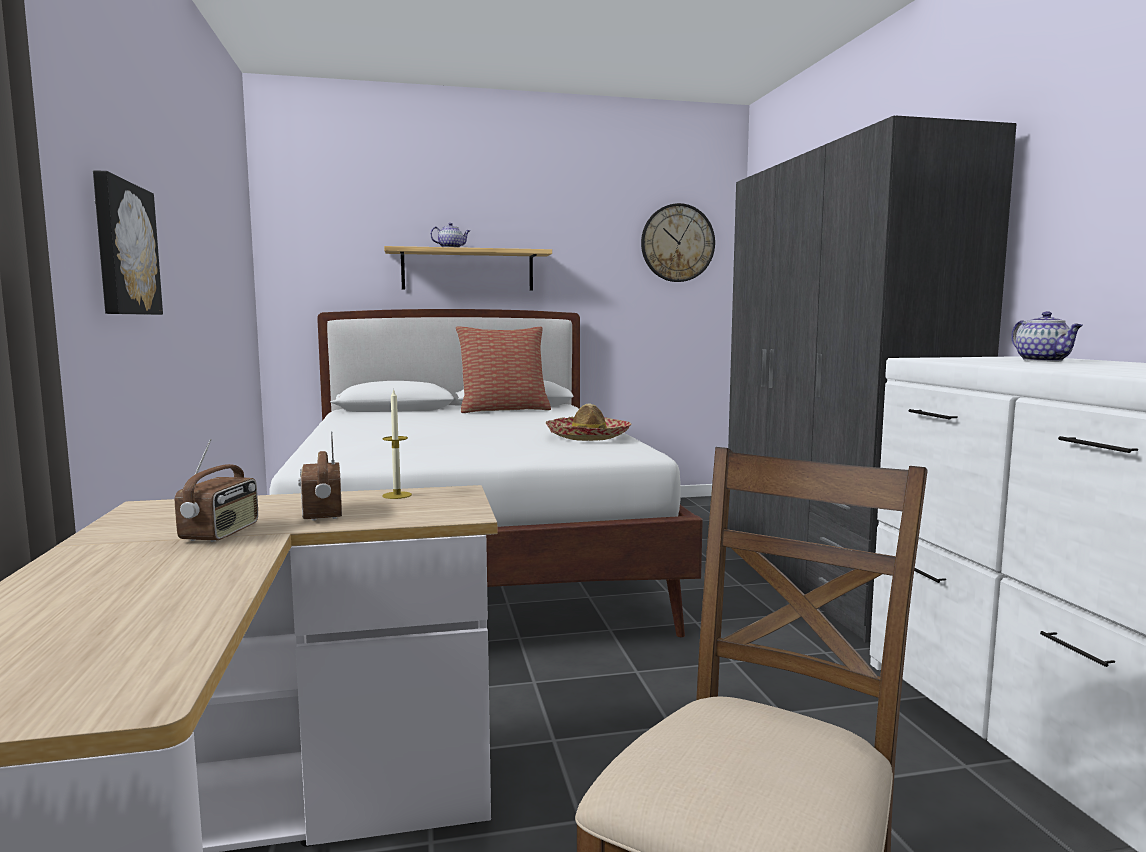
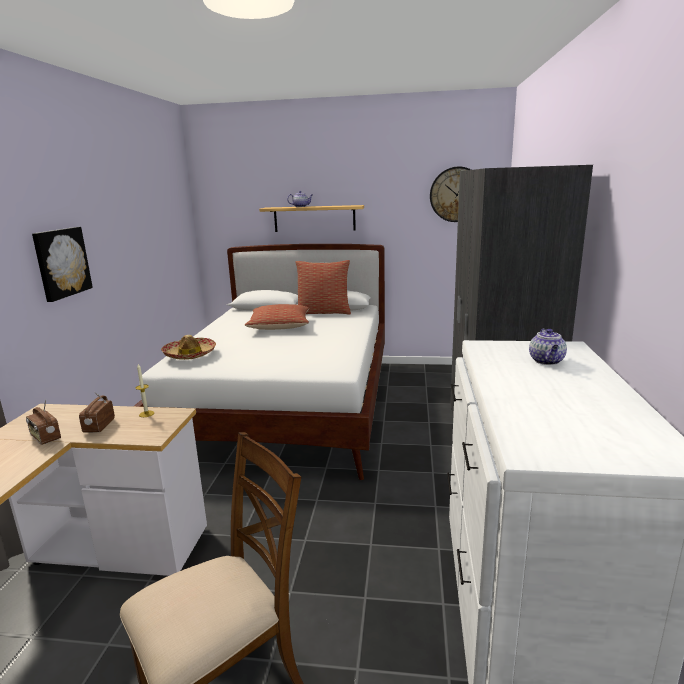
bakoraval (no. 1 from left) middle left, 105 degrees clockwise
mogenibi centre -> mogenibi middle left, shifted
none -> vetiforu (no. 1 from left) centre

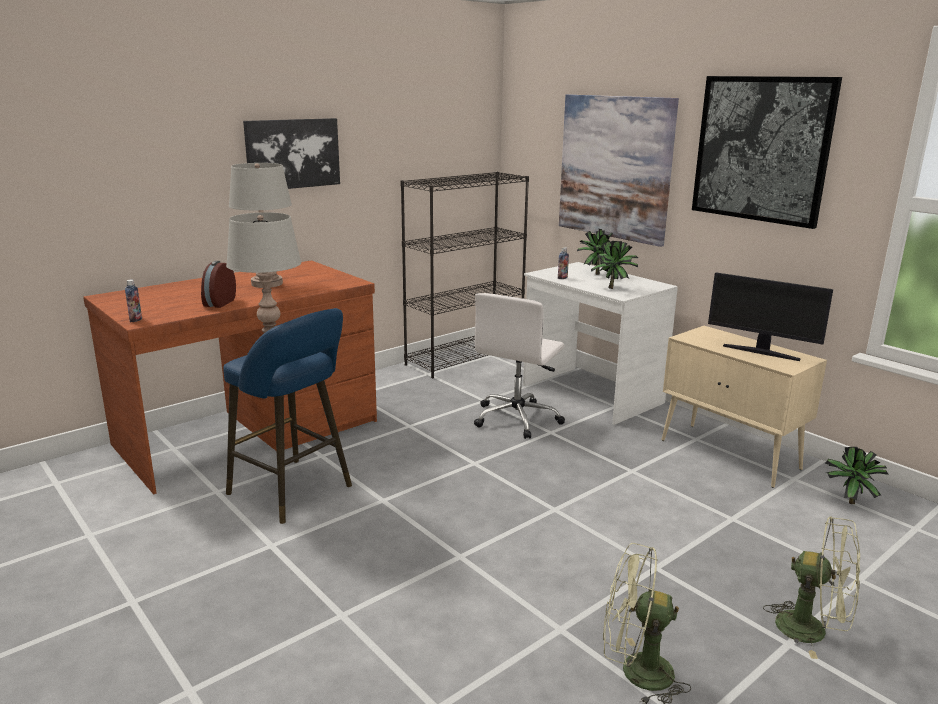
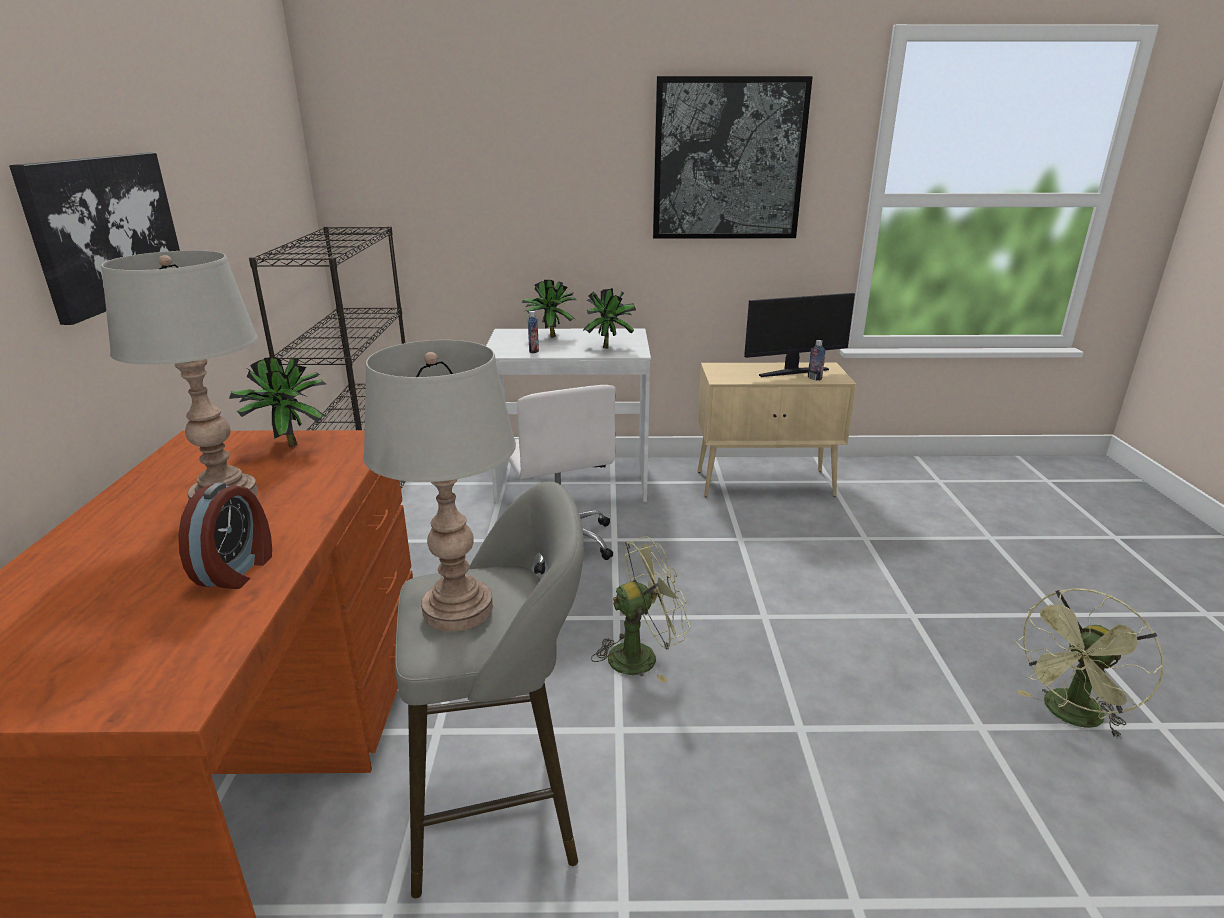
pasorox middle left, 135 degrees counterclockwise
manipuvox (no. 3 from left in the first image) bottom right -> manipuvox (no. 1 from left) middle left, shifted
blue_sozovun middle left -> grey_sozovun bottom centre
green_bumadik (no. 2 from left in the first image) bottom right -> green_bumadik (no. 1 from left) centre, shifted
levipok (no. 1 from left in the first image) middle left -> levipok (no. 2 from left) middle right, shifted
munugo (no. 2 from left) top centre -> none

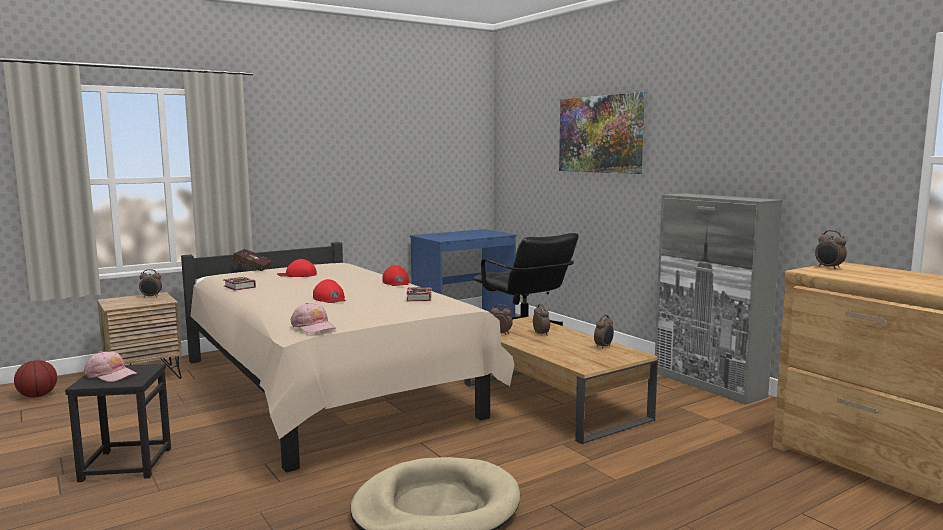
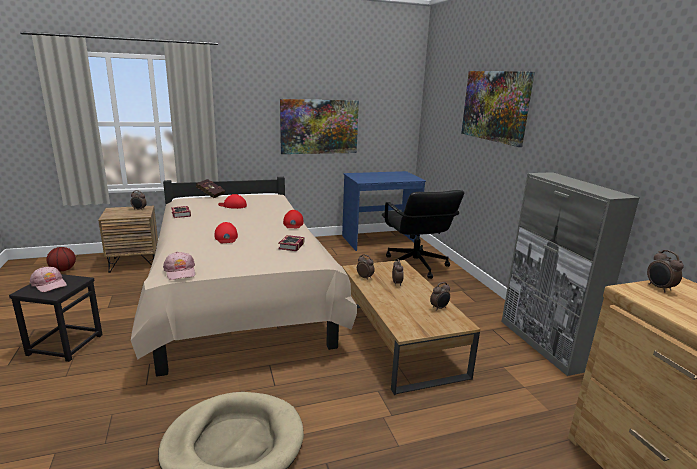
none -> munugo (no. 1 from left) top centre

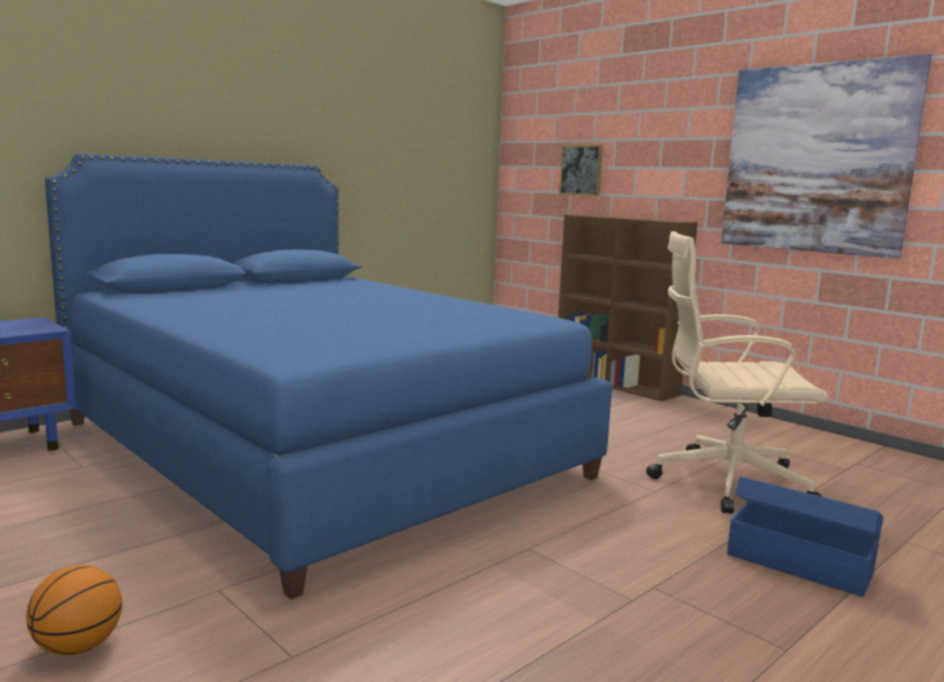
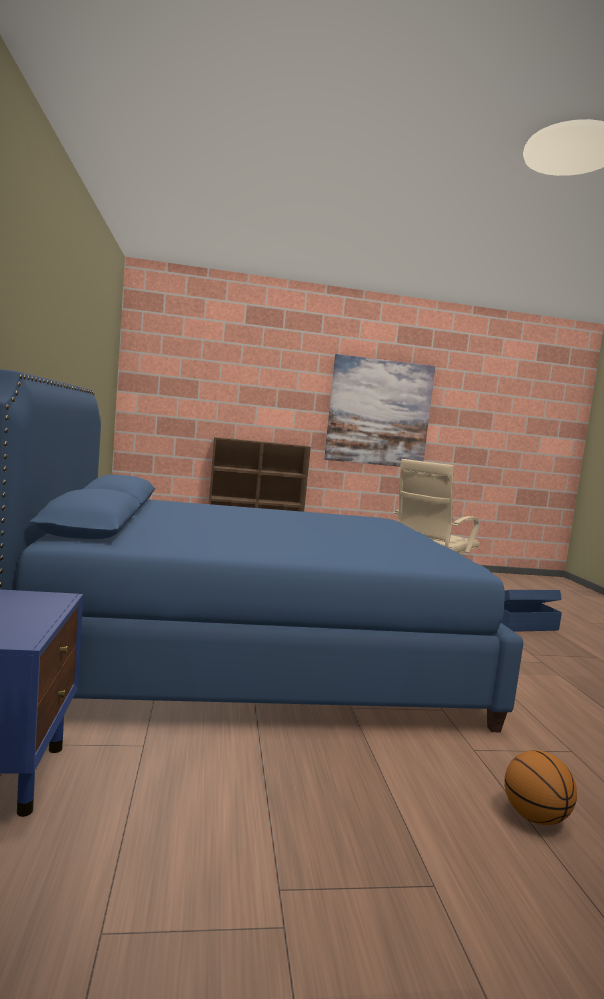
munugo (no. 1 from left) top centre -> none

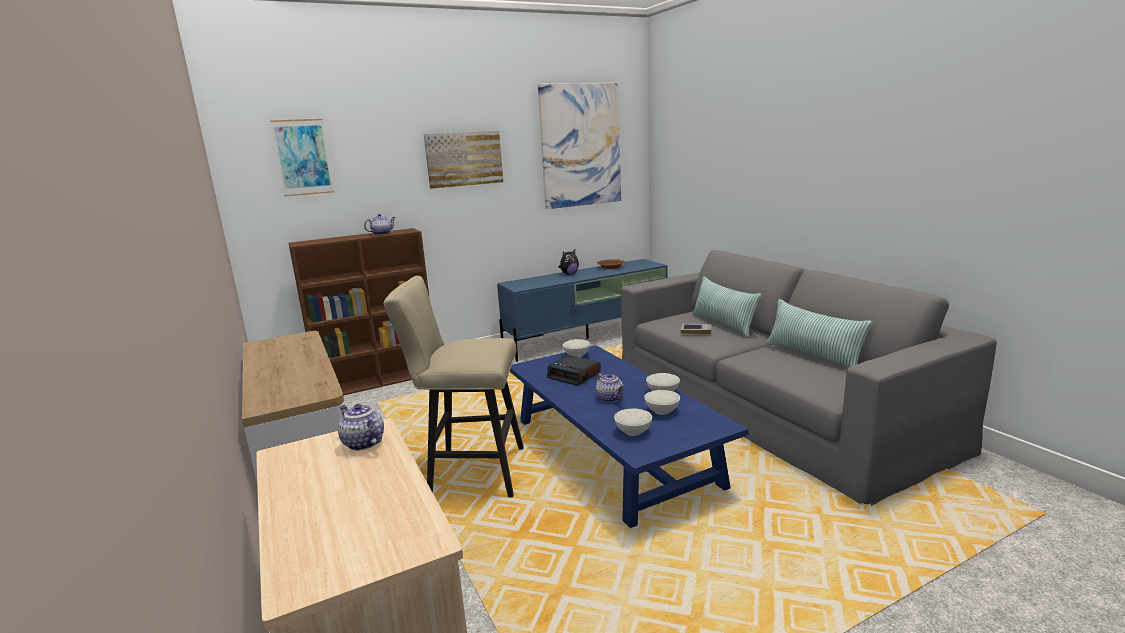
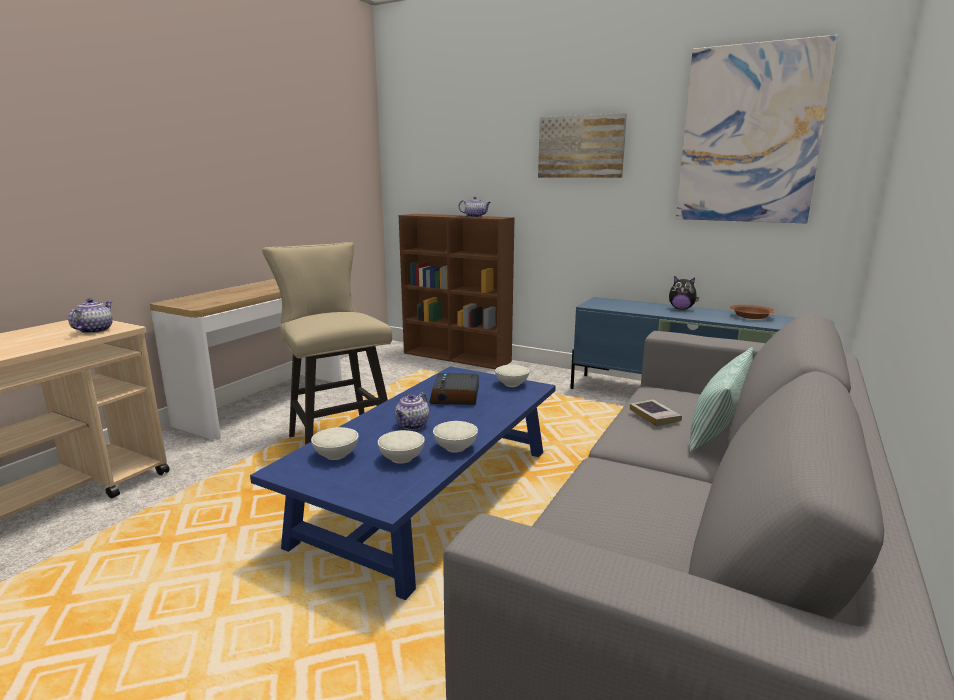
munugo (no. 1 from left) top left -> none
vetiforu (no. 2 from left) middle right -> none

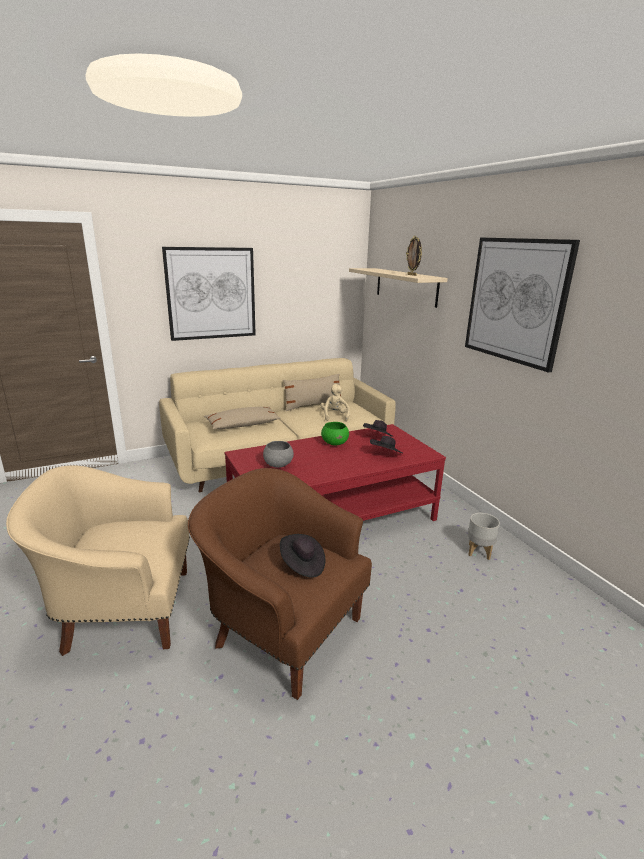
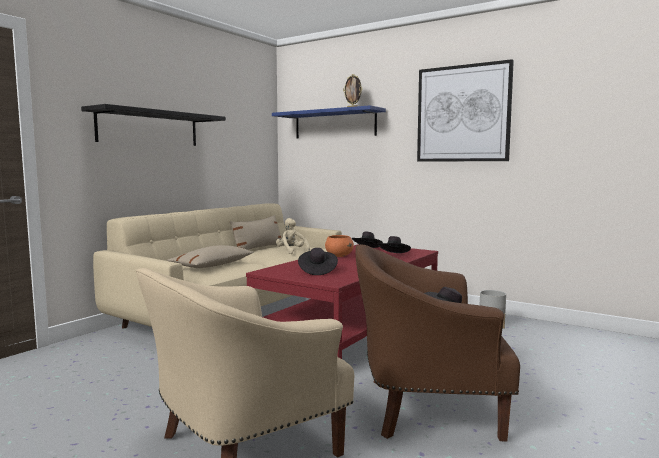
munugo (no. 1 from left) middle left -> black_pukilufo top left
beige_pukilufo centre -> blue_pukilufo top centre
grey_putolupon centre -> black_mogenibi (no. 1 from left) centre
green_putolupon centre -> orange_putolupon centre

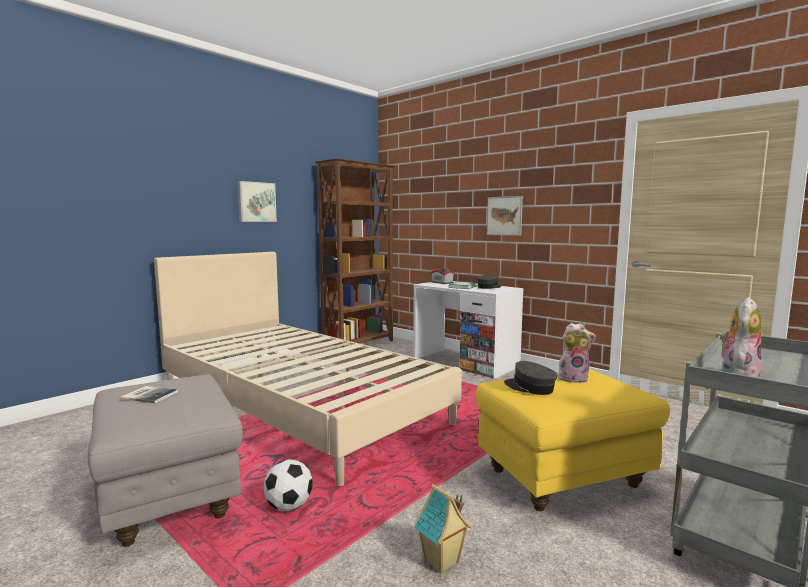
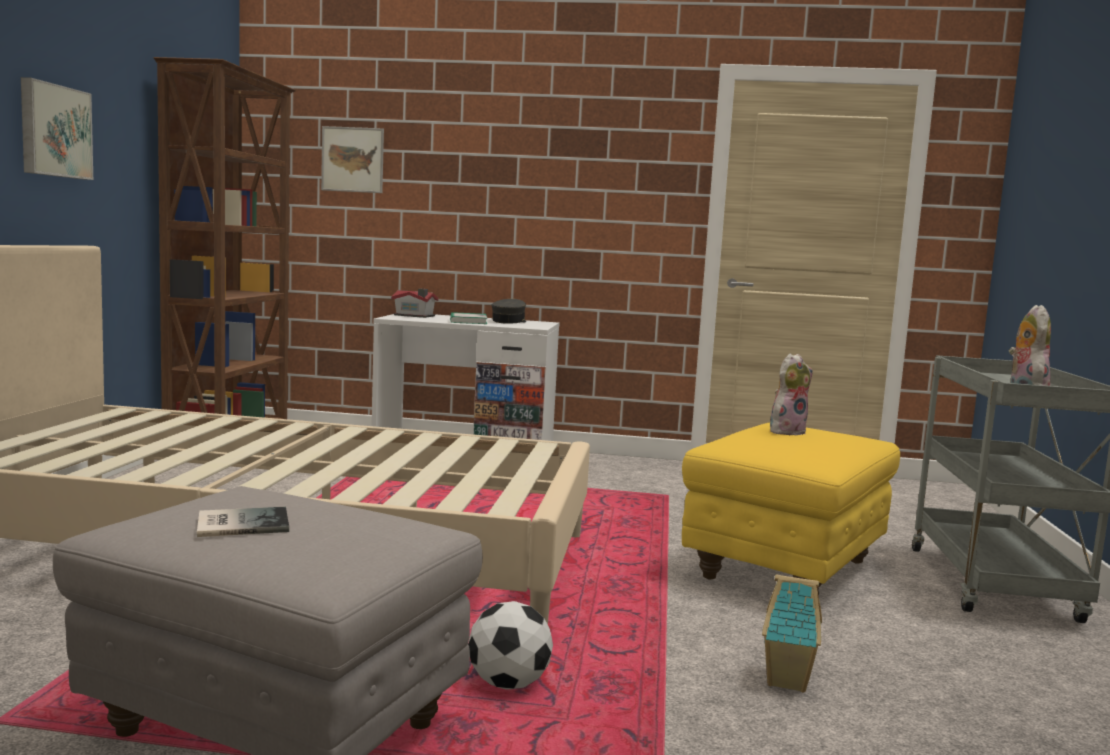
munugo (no. 2 from left) centre -> munugo (no. 2 from left) top left, shifted
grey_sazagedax (no. 2 from left) centre -> none

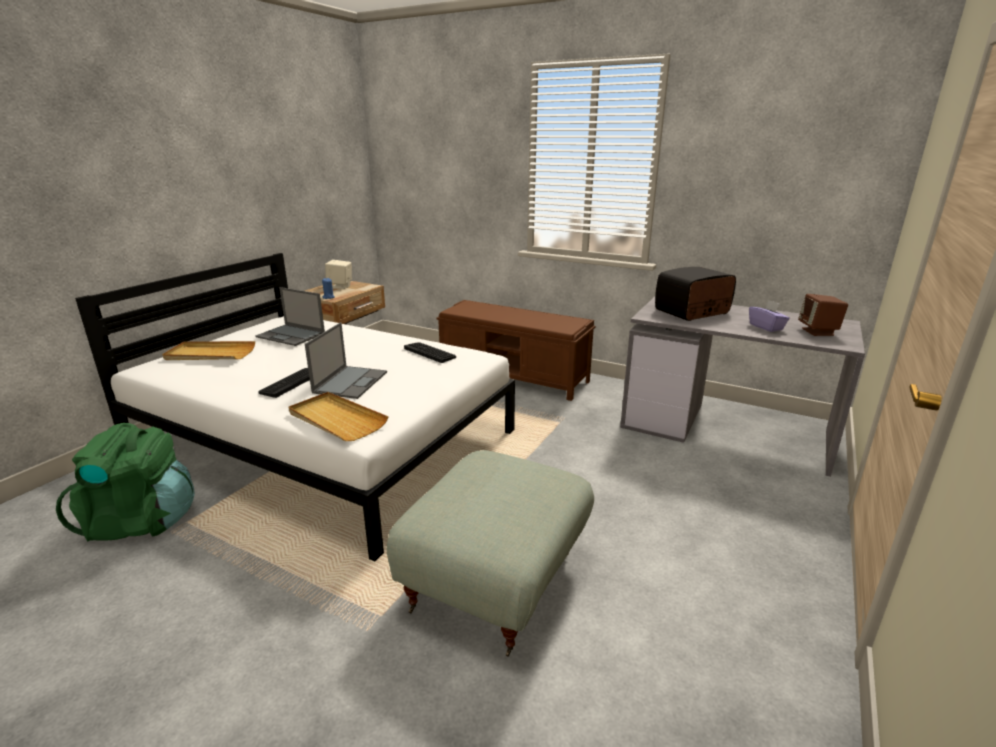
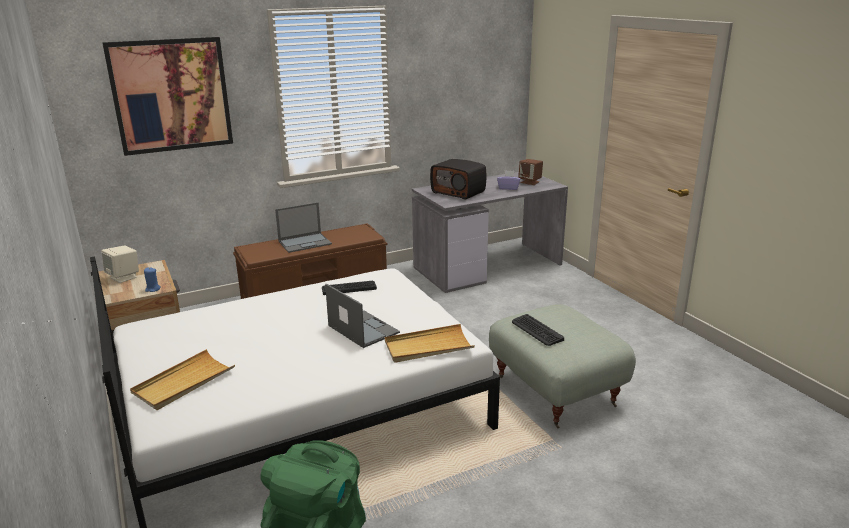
none -> munugo top left
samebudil (no. 1 from left) middle left -> samebudil (no. 1 from left) centre, shifted
bakoraval middle right -> bakoraval centre, 60 degrees counterclockwise
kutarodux (no. 1 from left in the first image) middle left -> kutarodux (no. 2 from left) centre, shifted

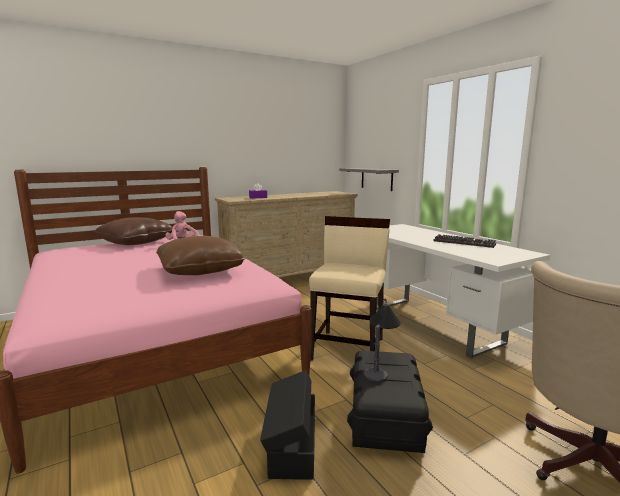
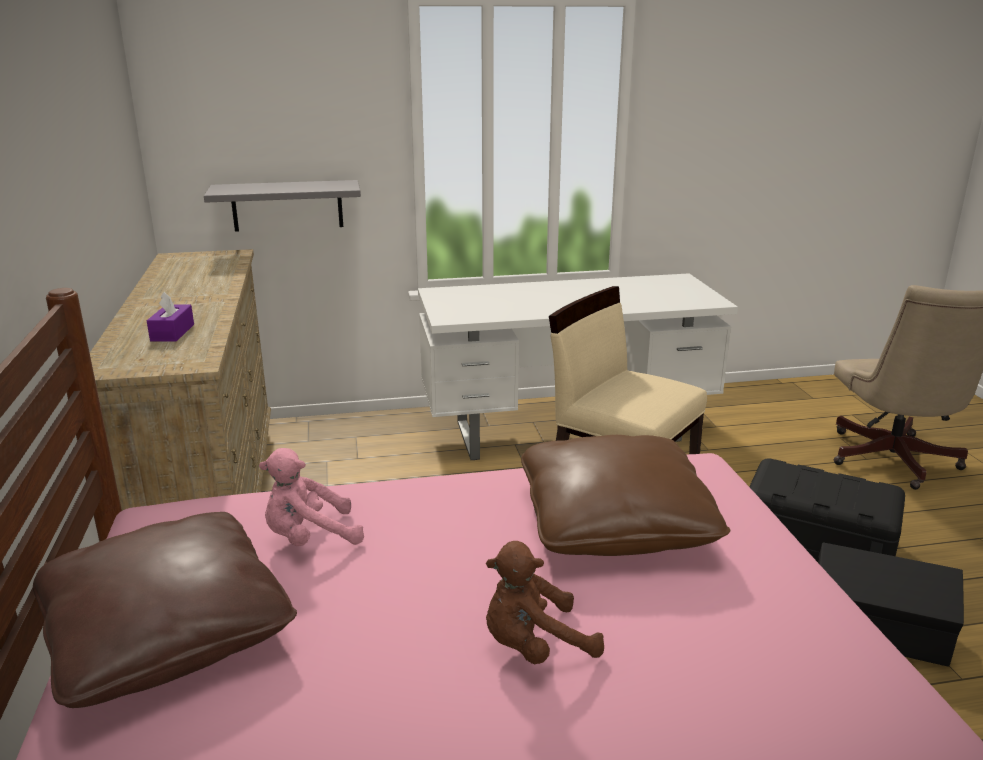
none -> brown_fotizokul bottom centre
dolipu bottom centre -> none
kutarodux middle right -> none

